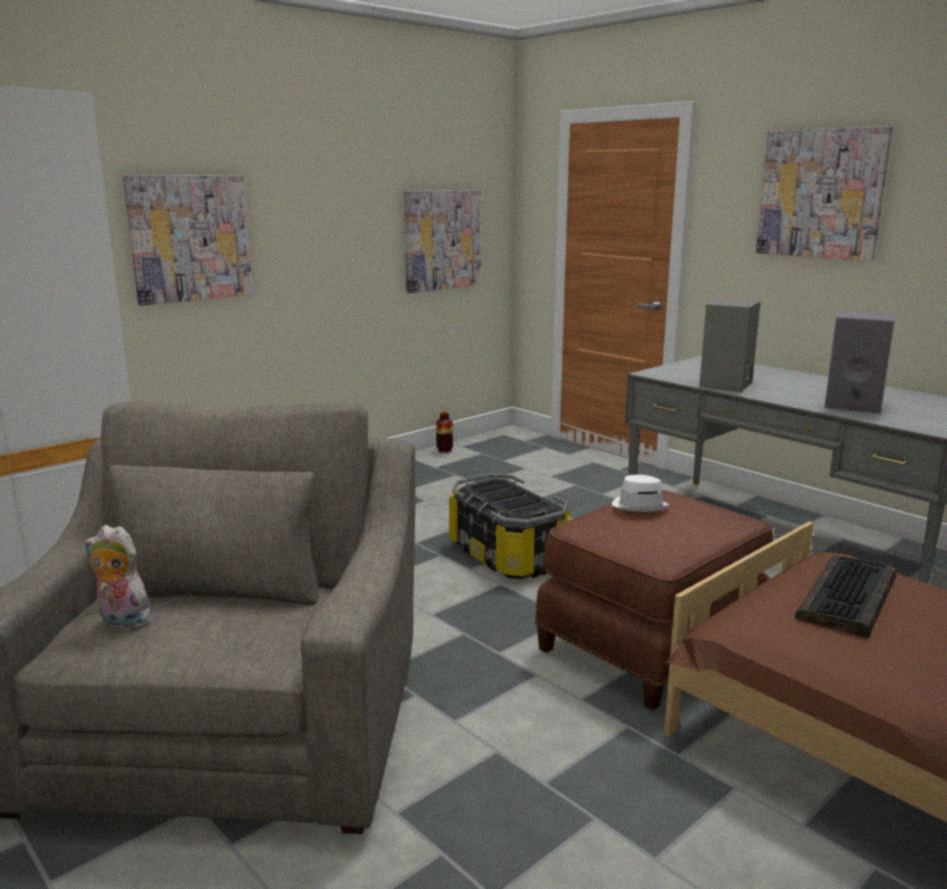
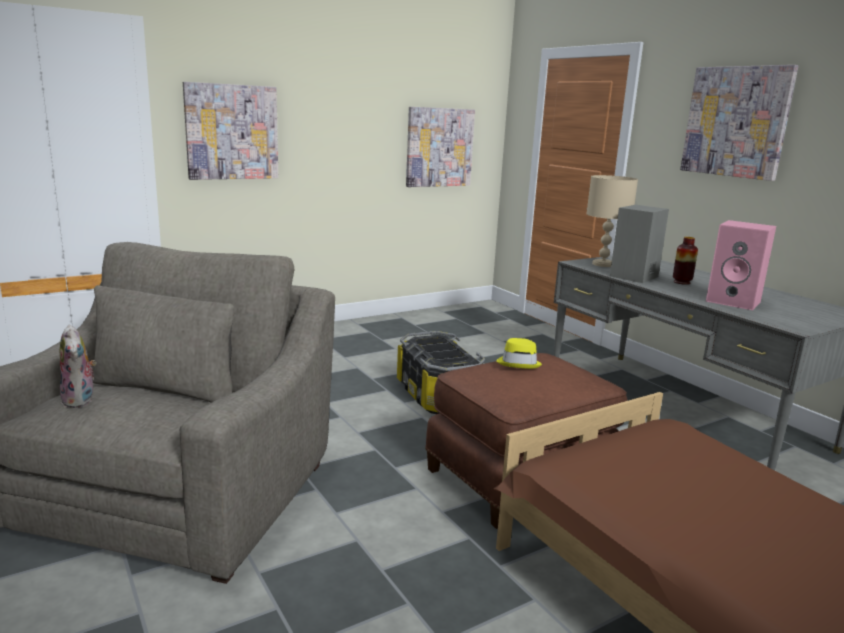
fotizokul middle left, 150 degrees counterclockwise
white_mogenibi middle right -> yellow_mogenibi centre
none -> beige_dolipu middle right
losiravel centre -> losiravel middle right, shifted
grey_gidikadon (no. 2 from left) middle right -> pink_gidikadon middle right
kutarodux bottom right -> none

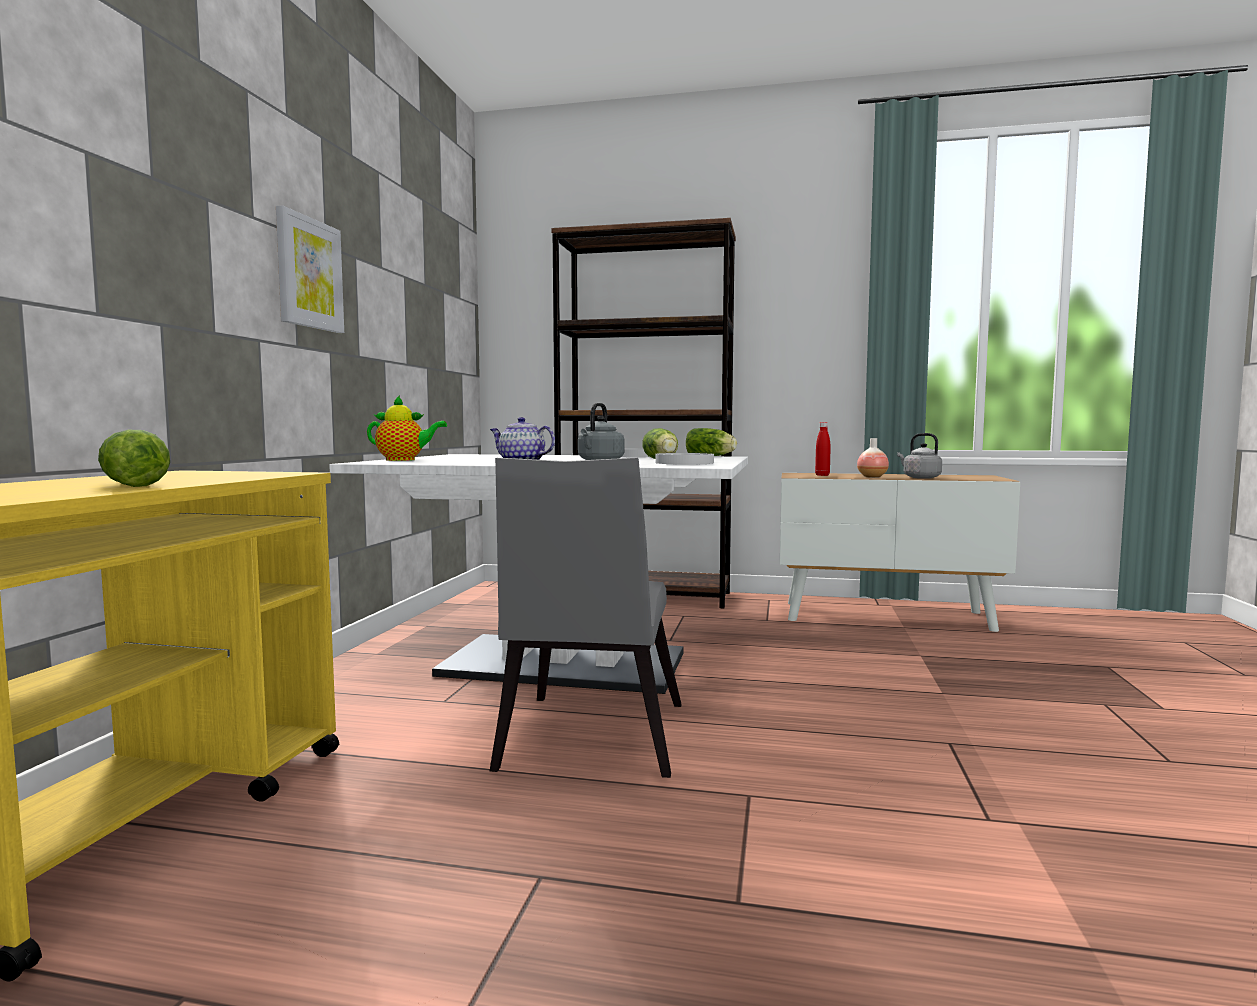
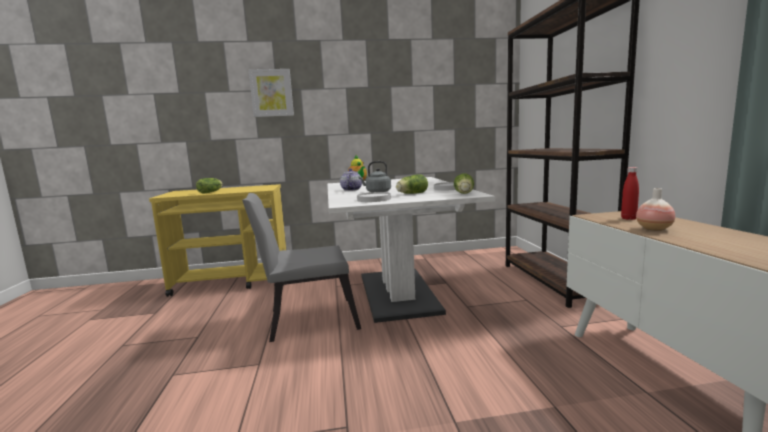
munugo top left -> munugo top centre, shifted
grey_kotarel (no. 2 from left) middle right -> none

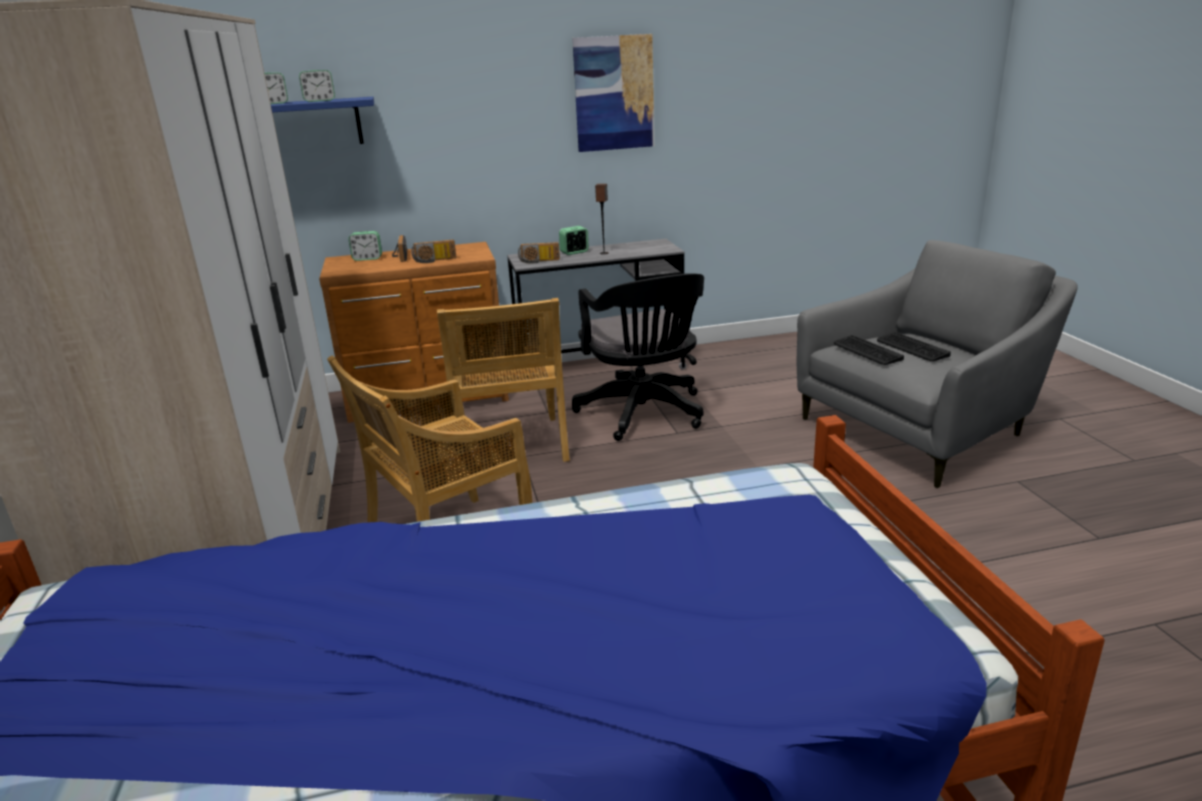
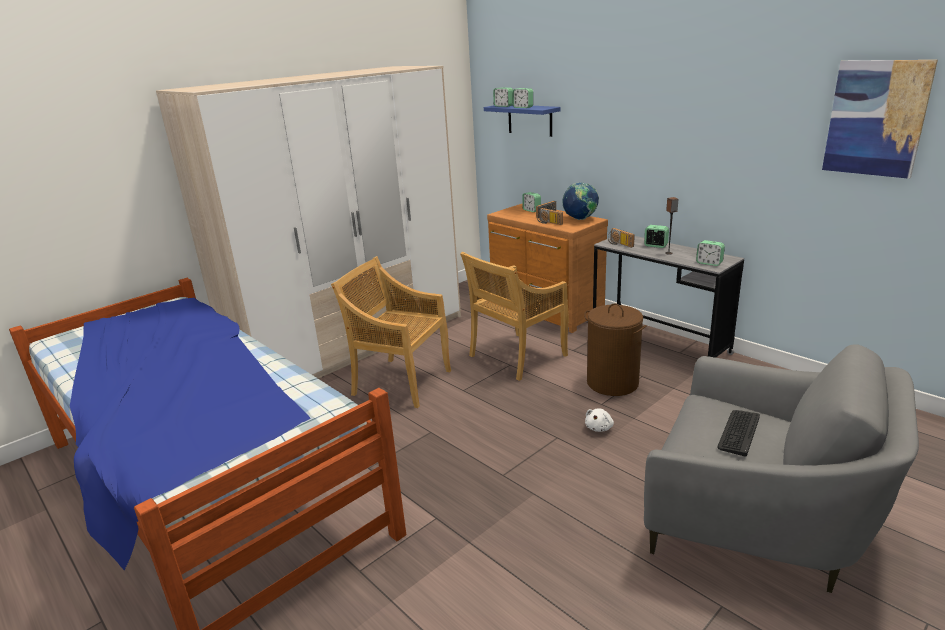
none -> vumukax top centre
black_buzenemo centre -> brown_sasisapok centre
none -> white_fotizokul bottom centre
none -> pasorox (no. 5 from left) middle right
munugo top centre -> munugo top right, shifted
kutarodux (no. 1 from left) middle right -> none

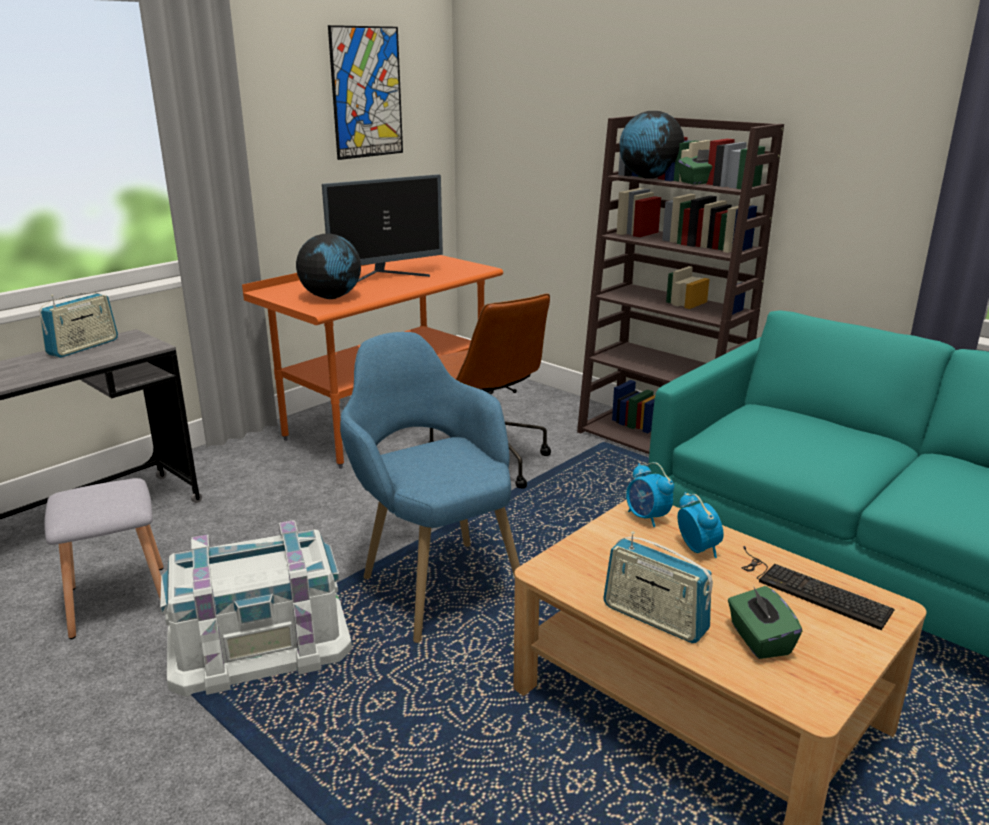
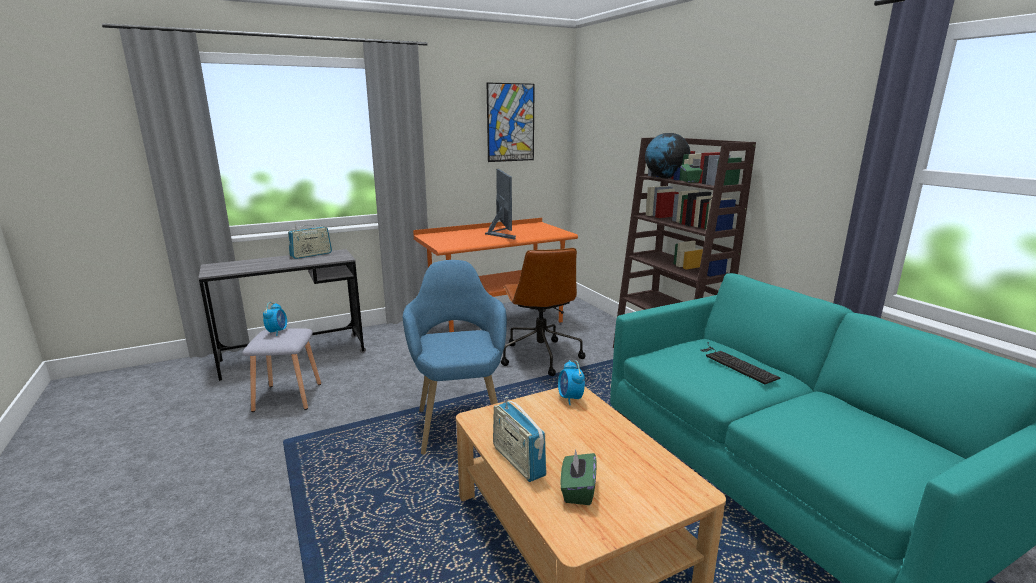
pasorox (no. 2 from left in the first image) middle right -> pasorox (no. 1 from left) middle left, shifted
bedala top centre -> bedala centre, 90 degrees counterclockwise
kutarodux bottom right -> kutarodux middle right, shifted
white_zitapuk bottom left -> none
vumukax (no. 1 from left) top left -> none

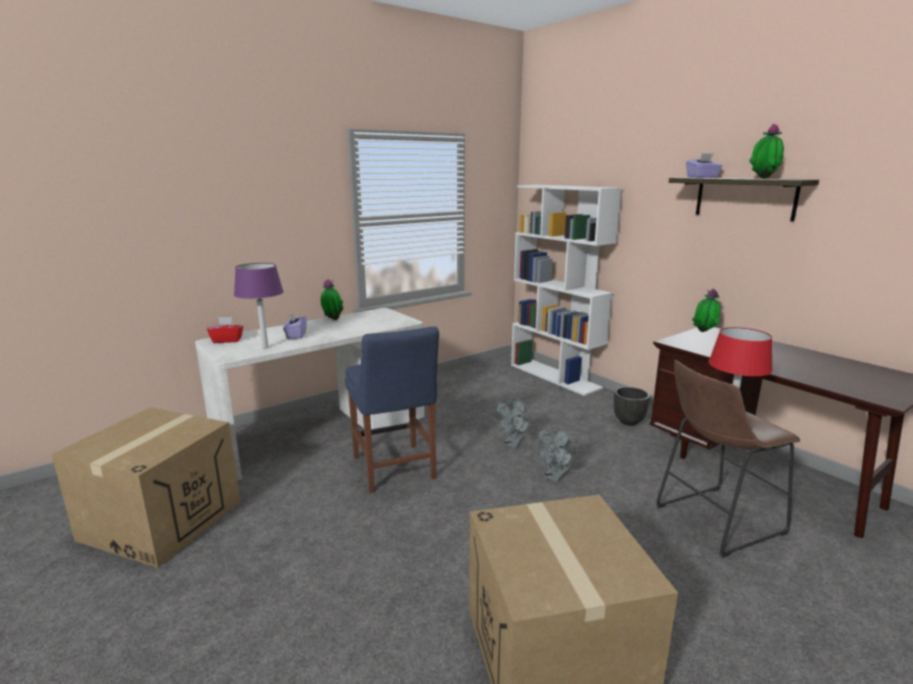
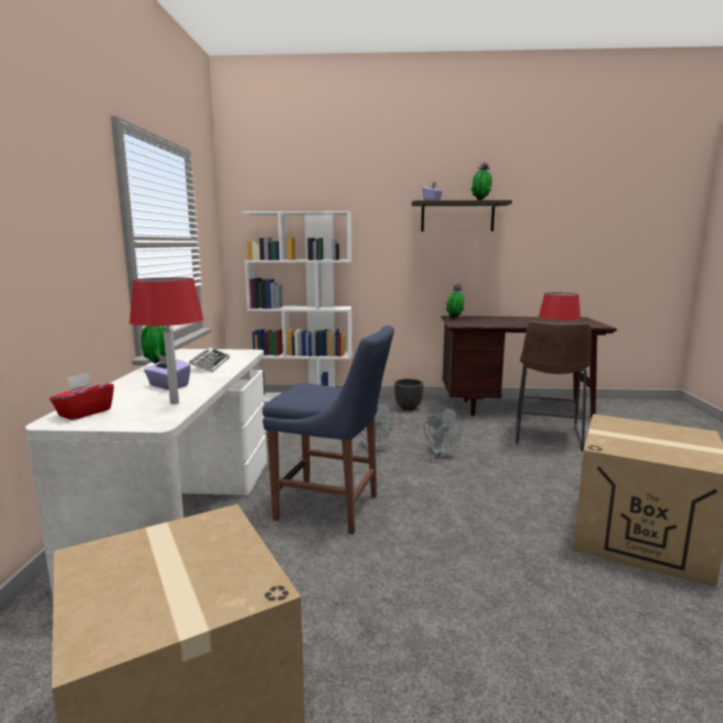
purple_dolipu middle left -> red_dolipu (no. 1 from left) middle left
none -> kutarodux middle left

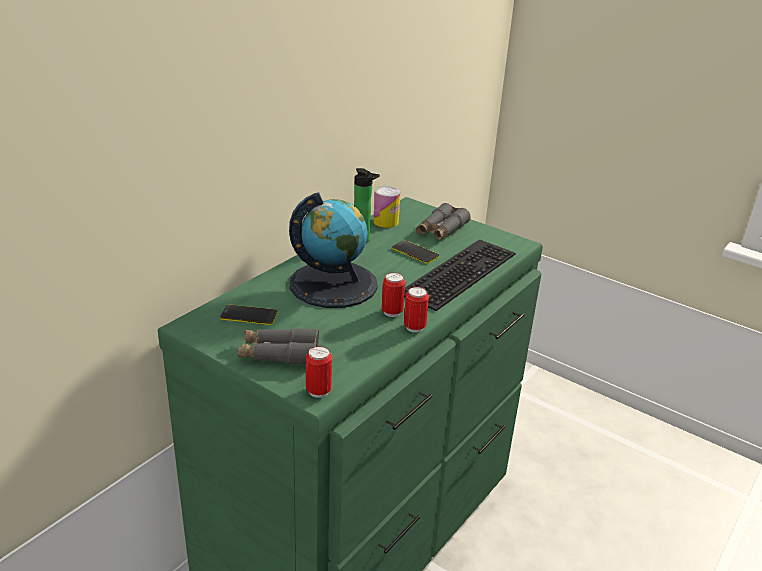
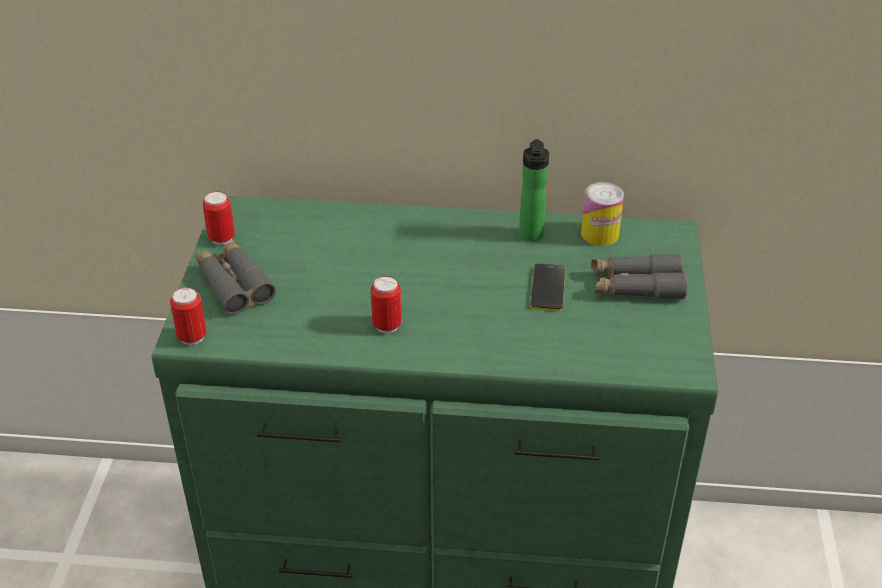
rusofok (no. 4 from left in the first image) centre -> rusofok (no. 2 from left) middle left, shifted
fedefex (no. 1 from left) middle left -> none
vumukax centre -> none
kutarodux centre -> none

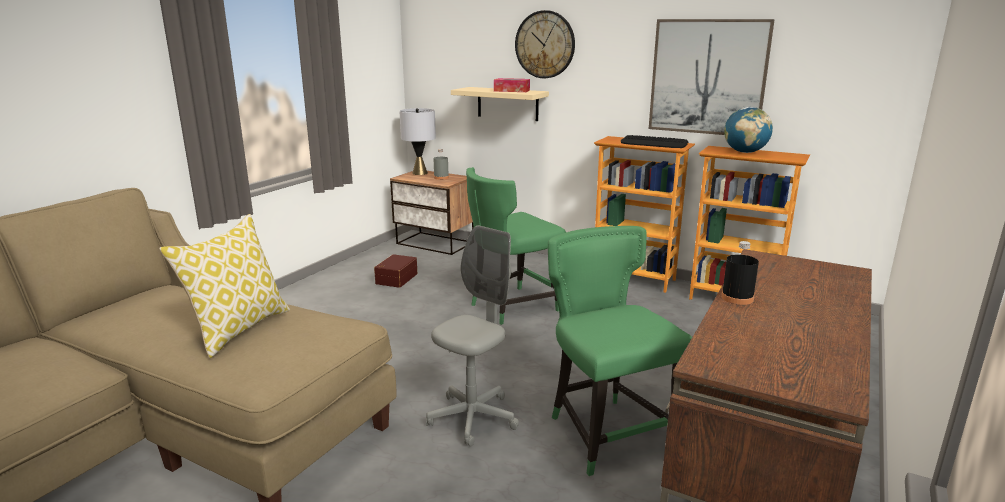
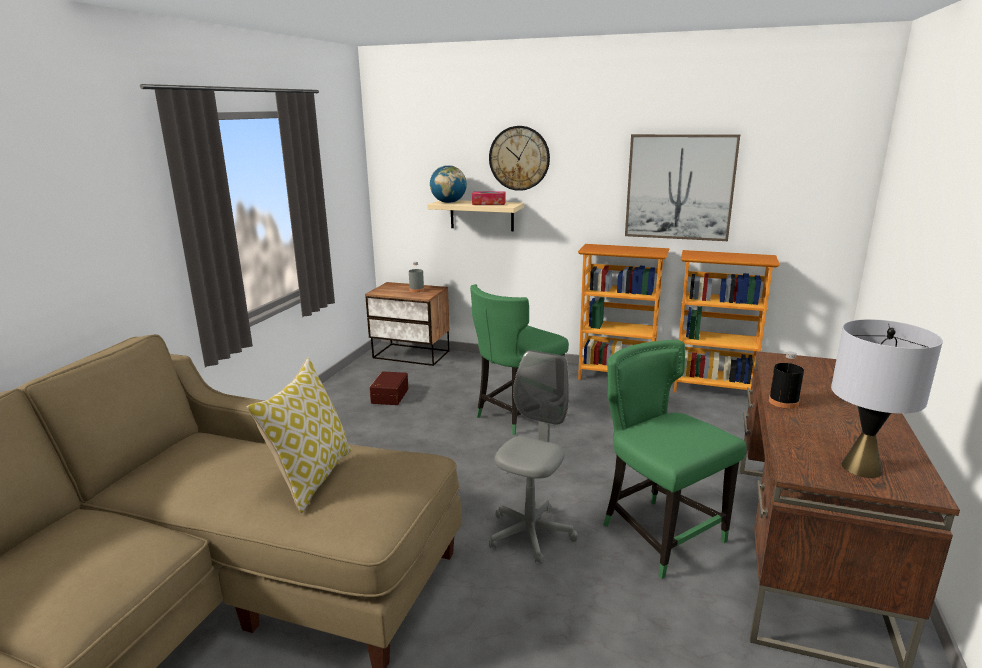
vumukax top right -> vumukax top centre, shifted
grey_dolipu top centre -> grey_dolipu middle right, shifted
kutarodux top centre -> none

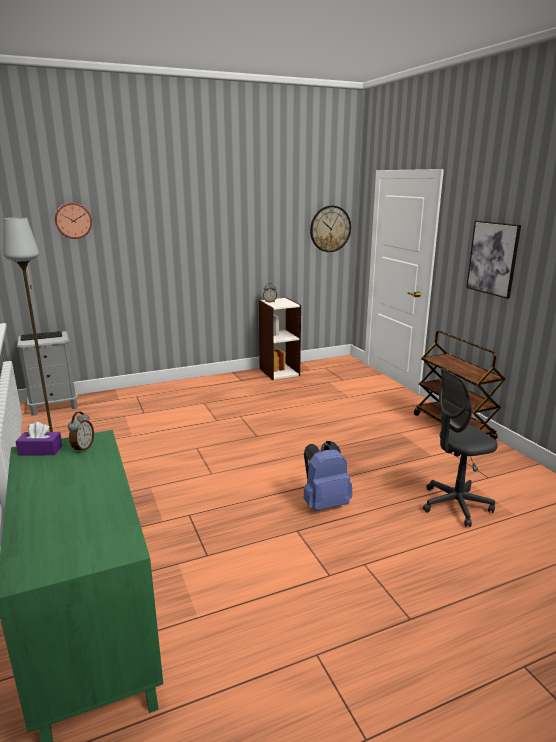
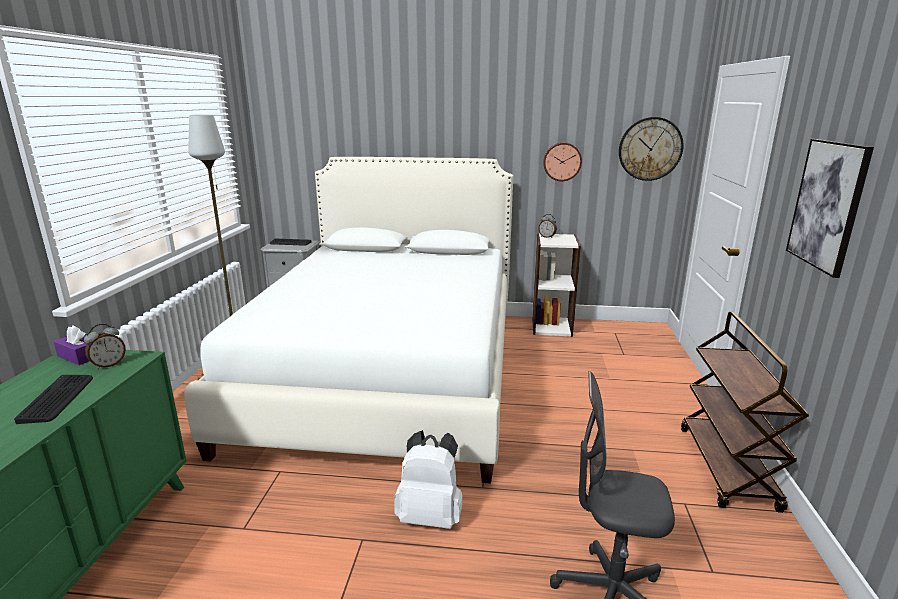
none -> kutarodux (no. 1 from left) middle left
none -> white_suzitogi centre
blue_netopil centre -> white_netopil bottom centre
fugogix (no. 1 from left) top left -> fugogix (no. 1 from left) top centre, shifted

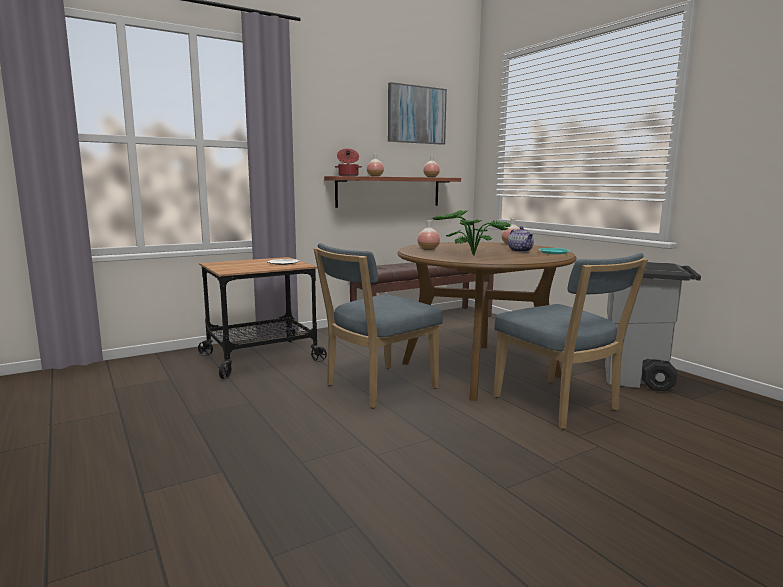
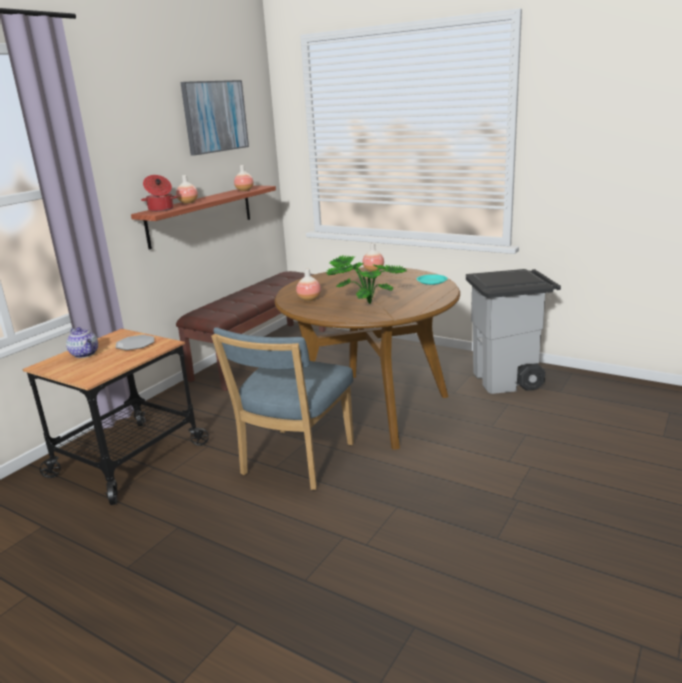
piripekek centre -> piripekek middle left, shifted
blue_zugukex (no. 2 from left) middle right -> none

